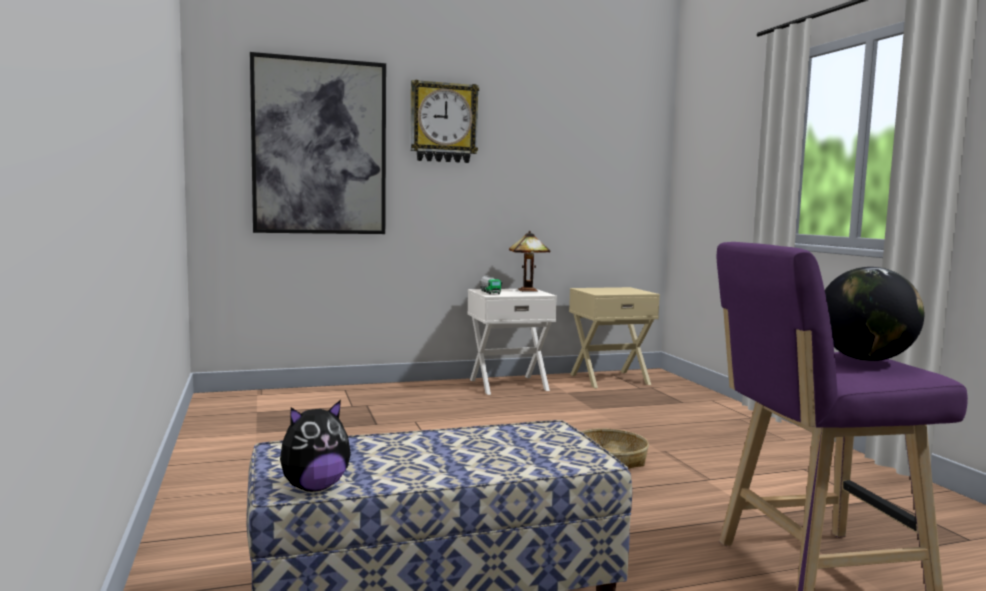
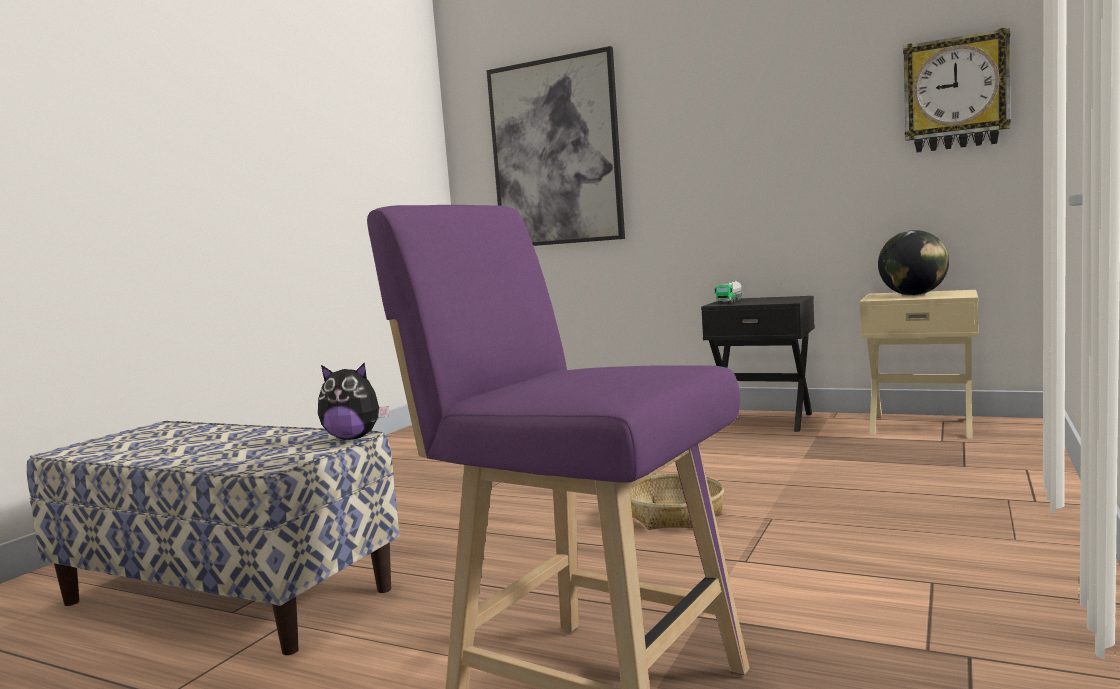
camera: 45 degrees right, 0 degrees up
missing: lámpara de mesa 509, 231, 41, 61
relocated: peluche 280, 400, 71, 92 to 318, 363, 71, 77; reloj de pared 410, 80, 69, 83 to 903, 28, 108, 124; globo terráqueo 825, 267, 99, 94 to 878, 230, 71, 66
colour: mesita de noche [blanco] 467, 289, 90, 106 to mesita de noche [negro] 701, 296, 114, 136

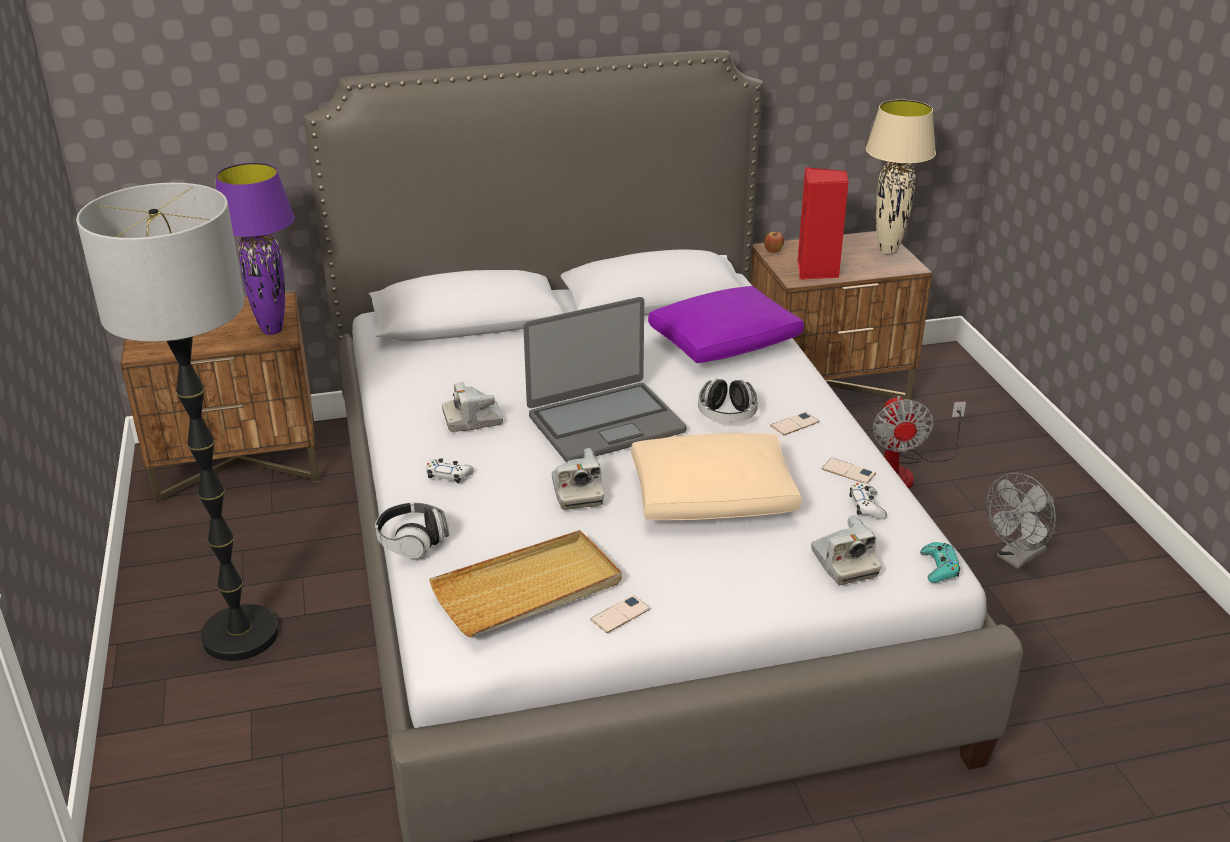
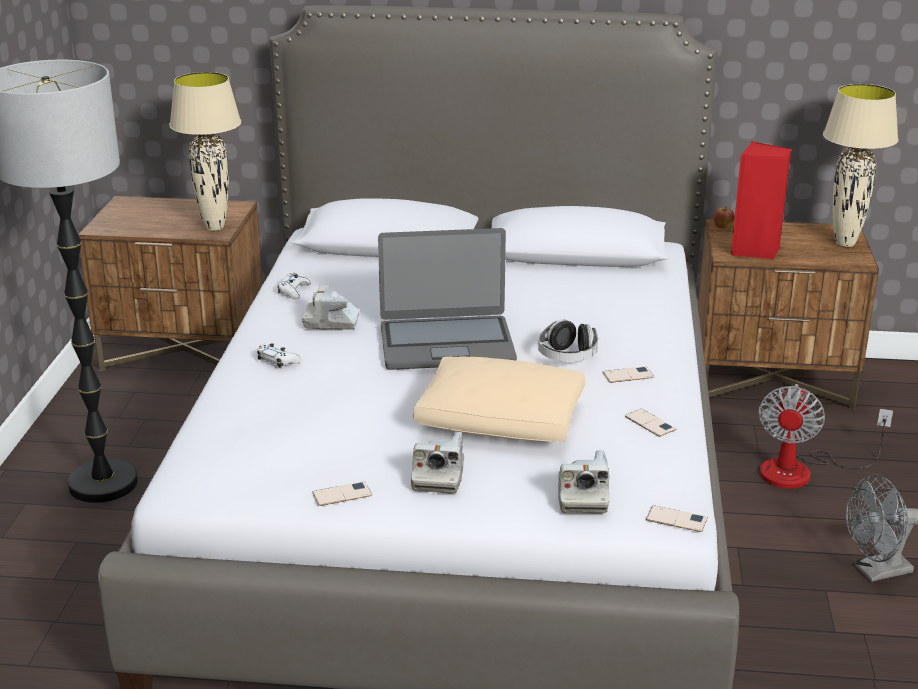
camera: 20 degrees right, 5 degrees down
missing: auriculares 375, 502, 74, 57; bandeja [beis] 429, 530, 193, 107; cojín [morado] 648, 286, 156, 77
relocated: cámara 552, 448, 52, 62 to 411, 432, 53, 61; mando de consola [blanco] 849, 483, 38, 36 to 278, 273, 33, 26
exchanged: mando de consola [turquesa] 920, 542, 40, 41 to móvil 646, 505, 62, 27
colour: lámpara de mesa [morado] 216, 163, 79, 172 to lámpara de mesa [beis] 169, 72, 72, 159

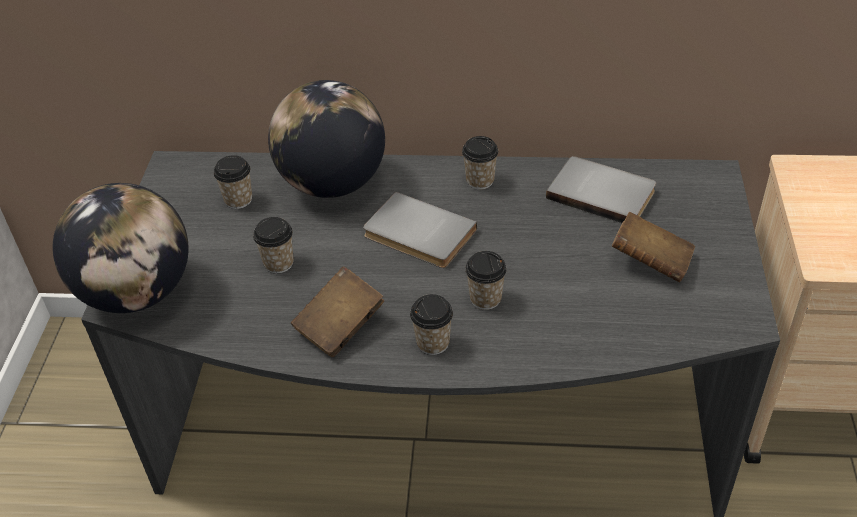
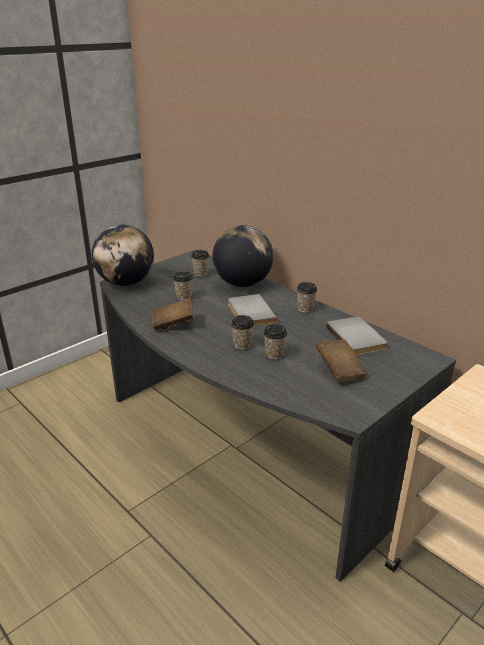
camera: 40 degrees right, 15 degrees down
relocated: taza 410, 294, 43, 61 to 263, 324, 24, 36

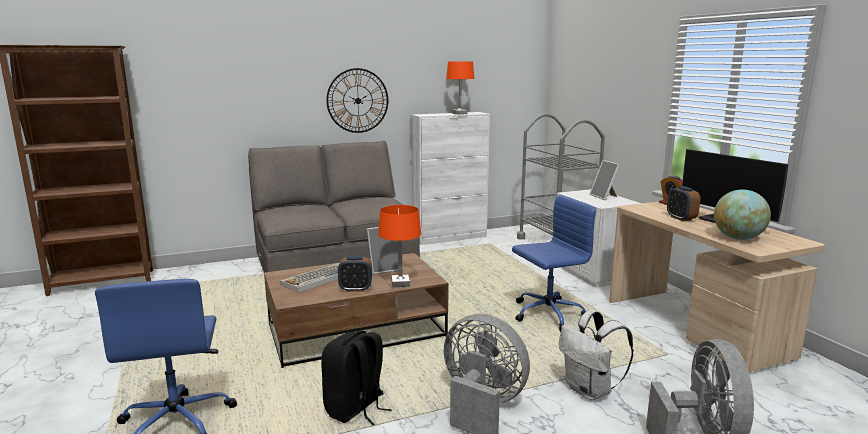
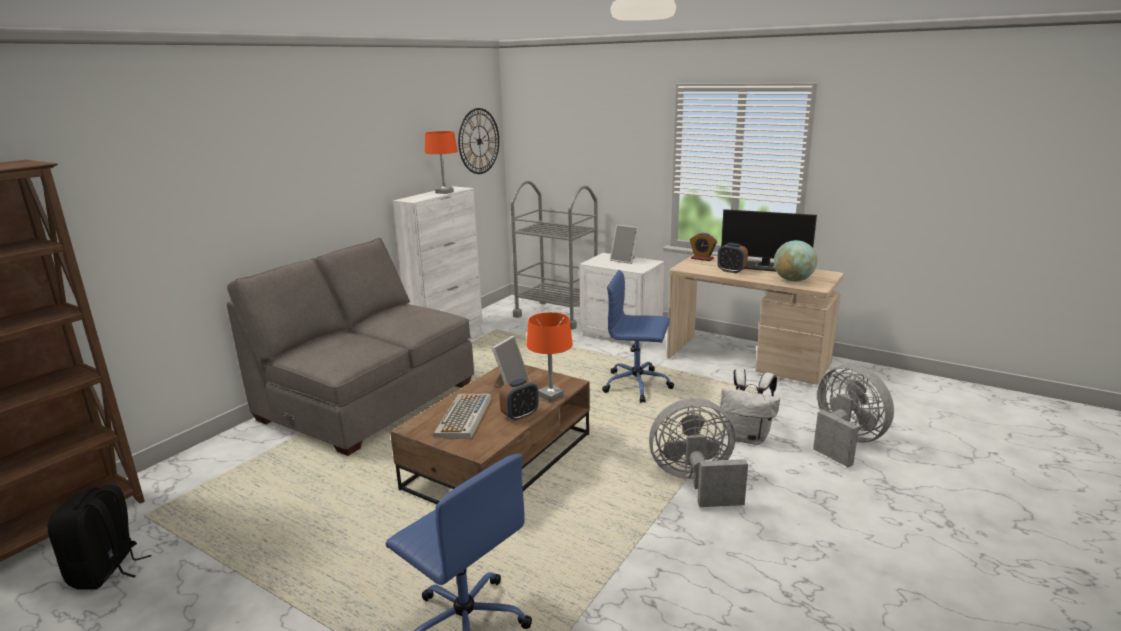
camera: 35 degrees left, 5 degrees up
relocated: mochila [negro] 321, 330, 71, 95 to 48, 485, 103, 105; reloj de pared 326, 68, 62, 65 to 458, 108, 41, 66
spun: silla de oficina [azul] 512, 195, 84, 137 = 602, 270, 72, 133 105 degrees counterclockwise

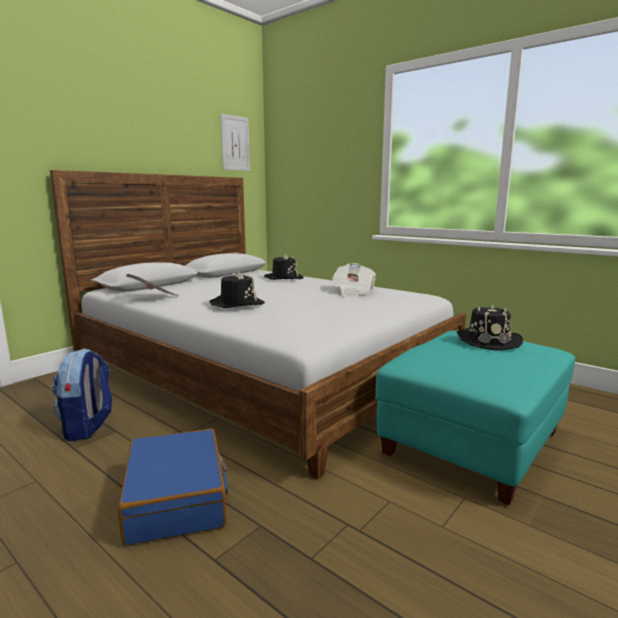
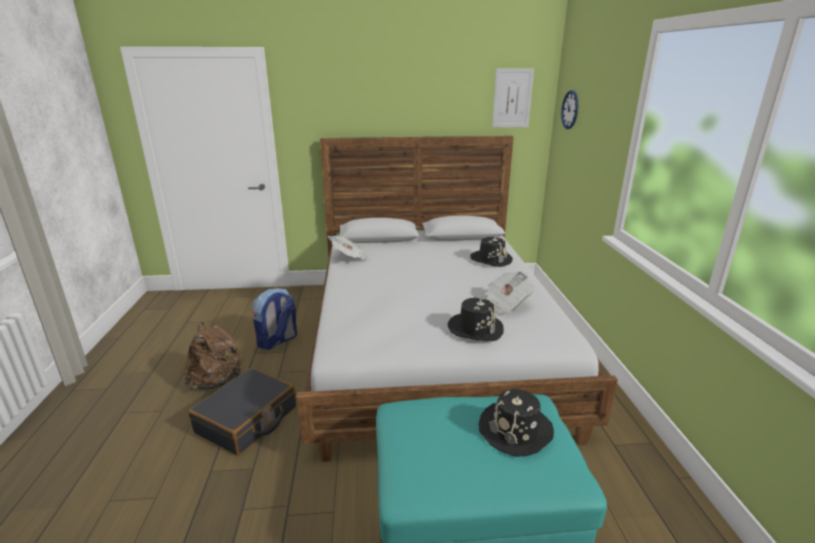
camera: 45 degrees right, 10 degrees up
appeared: mochila [marrón] 183, 322, 61, 68; reloj de pared 561, 90, 17, 39
relocated: sombrero [negro] 210, 271, 55, 37 to 448, 296, 56, 45
colour: maleta [azul] 118, 429, 110, 117 to maleta [negro] 188, 368, 108, 87

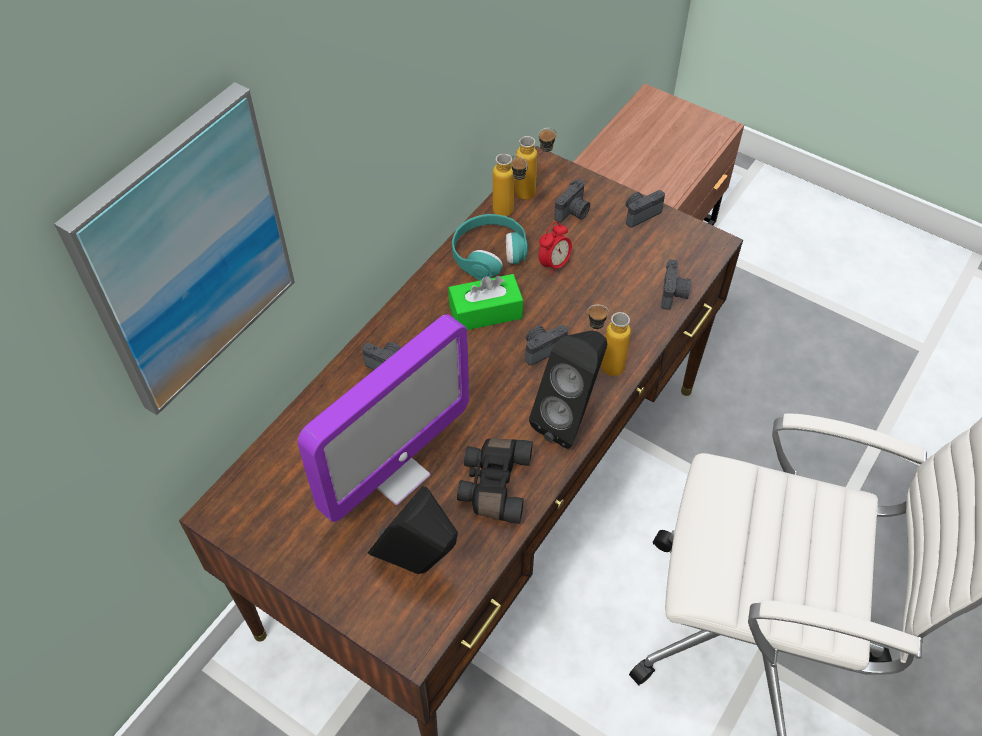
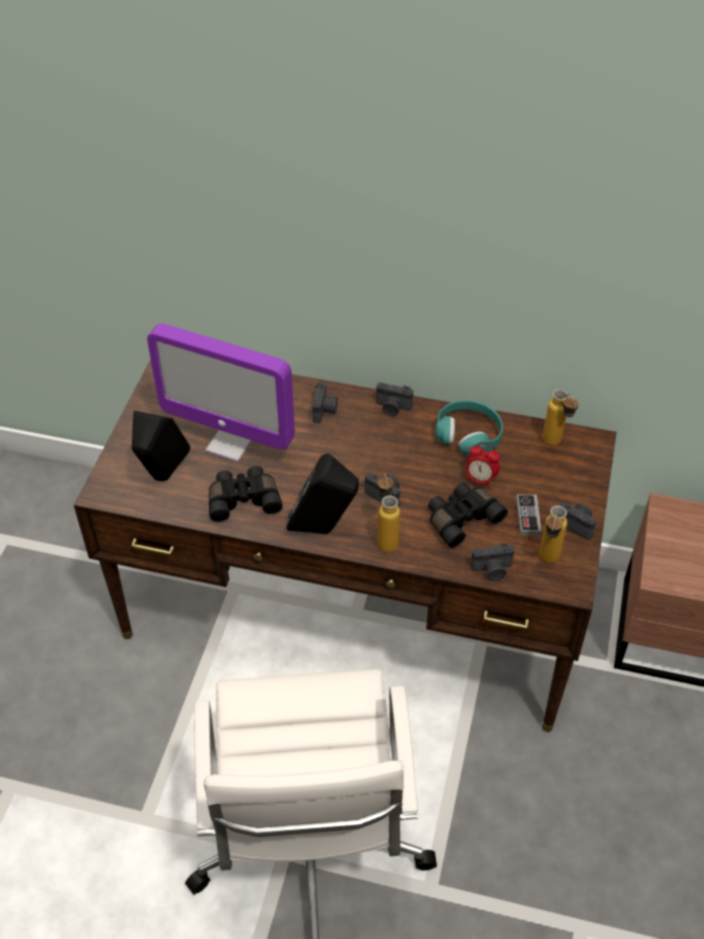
camera: 70 degrees right, 5 degrees down
missing: cuadro 54, 82, 241, 333; caja de pañuelos [verde] 448, 274, 75, 56
appeared: prismáticos [negro] 428, 482, 80, 66; mando de consola 516, 494, 26, 41
relocated: botella 493, 153, 35, 64 to 539, 506, 28, 57; cámara 554, 179, 36, 44 to 376, 382, 37, 34

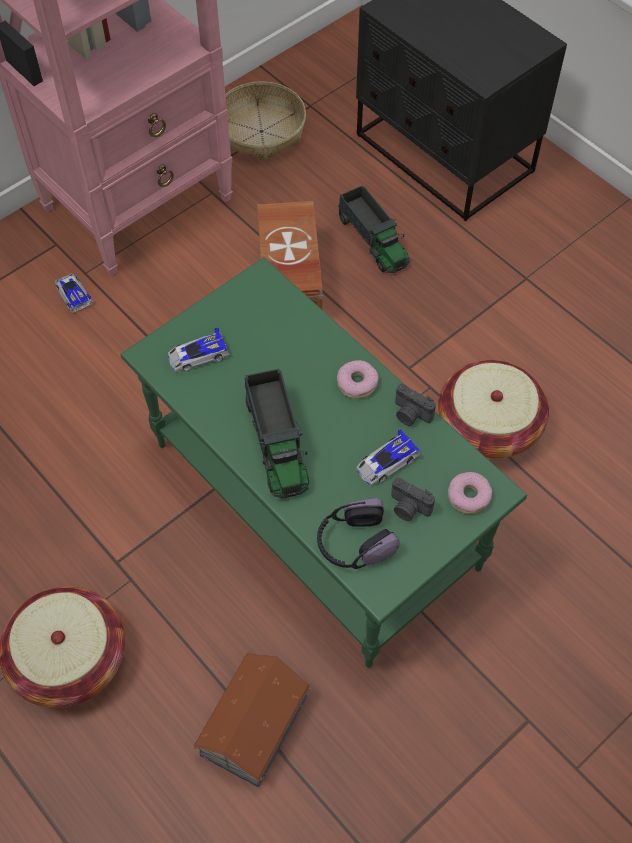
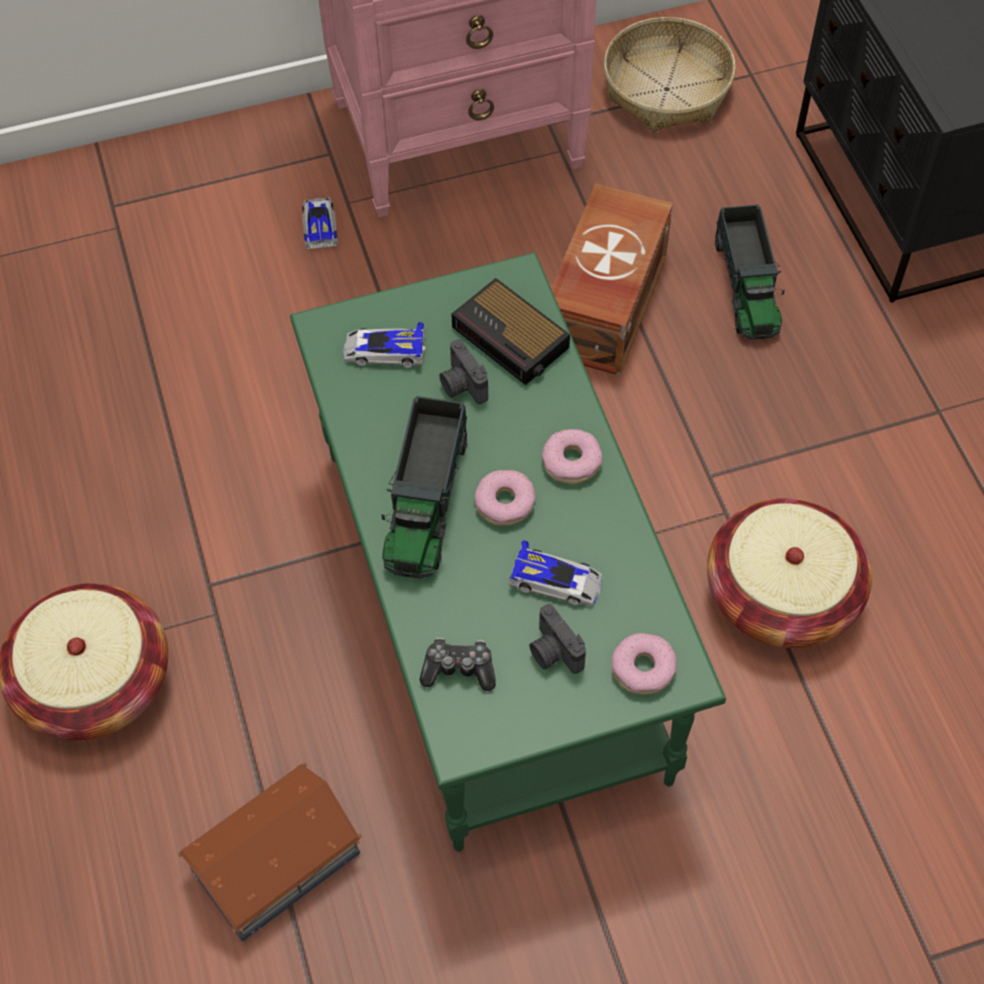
camera: 25 degrees right, 0 degrees up
appeared: despertador 451, 278, 119, 107; rosquilla 475, 470, 60, 56
relocated: cámara 395, 383, 41, 43 to 439, 339, 49, 65
exchanged: auriculares 317, 498, 83, 71 to mando de consola 420, 637, 76, 54
spun: coche de juguete 357, 429, 63, 57 = 508, 540, 94, 66 150 degrees counterclockwise

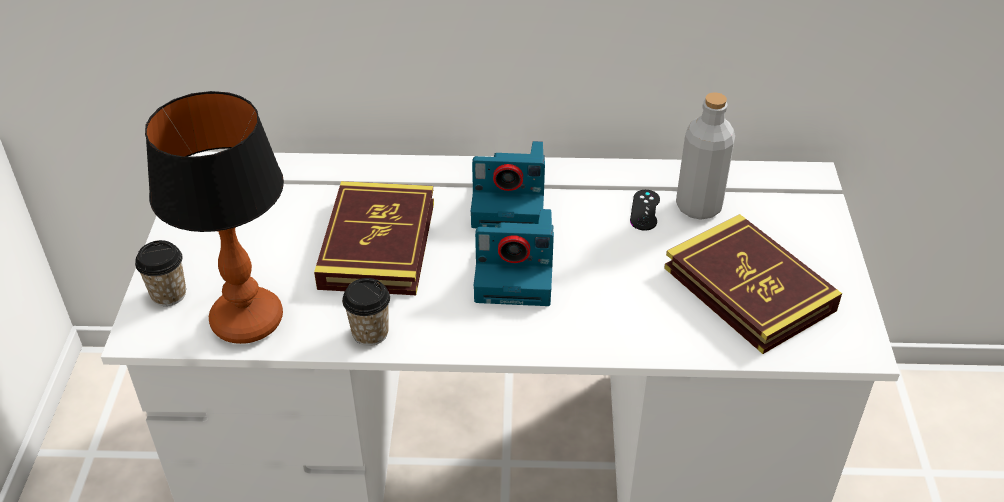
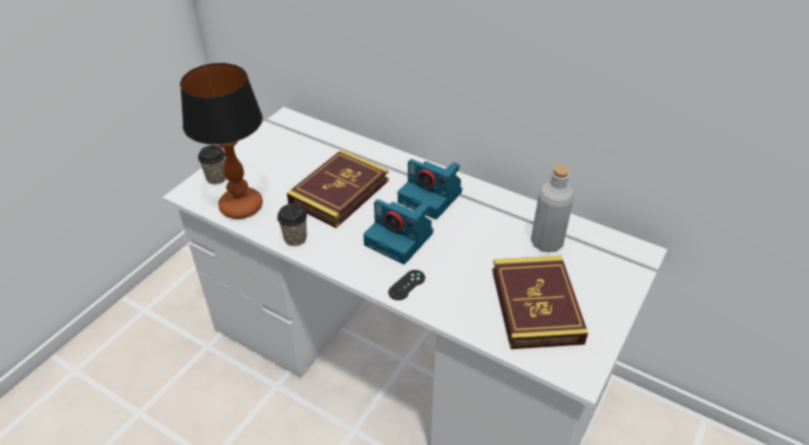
camera: 30 degrees right, 0 degrees up
relocated: mando de consola [negro] 630, 190, 30, 41 to 388, 270, 37, 30

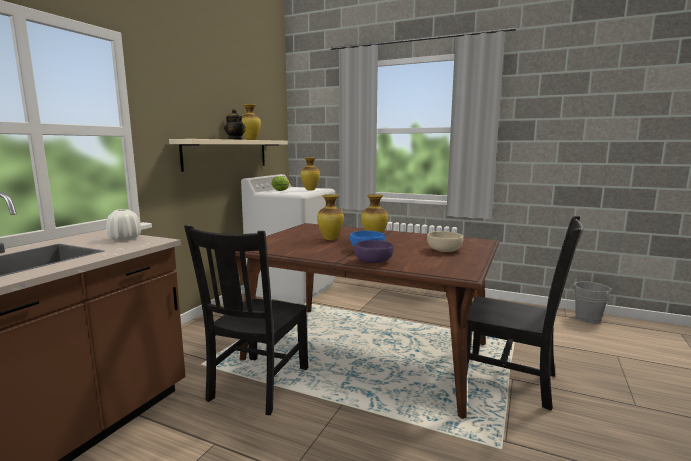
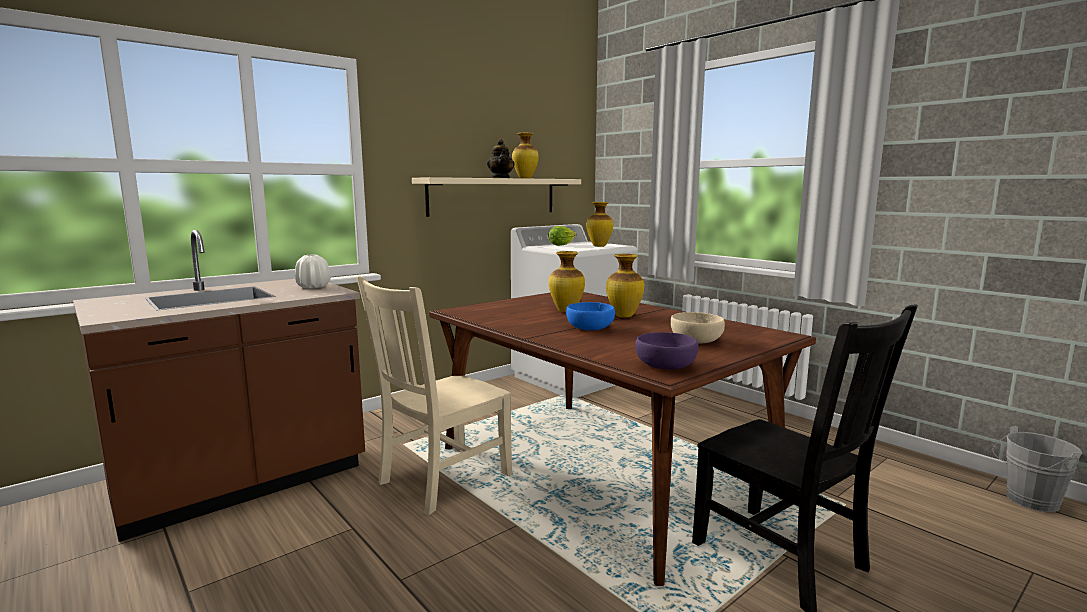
camera: 25 degrees right, 0 degrees up
relocated: cuenco [morado] 354, 240, 39, 23 to 635, 332, 63, 37
colour: silla [negro] 184, 225, 124, 190 to silla [beis] 356, 276, 156, 239

